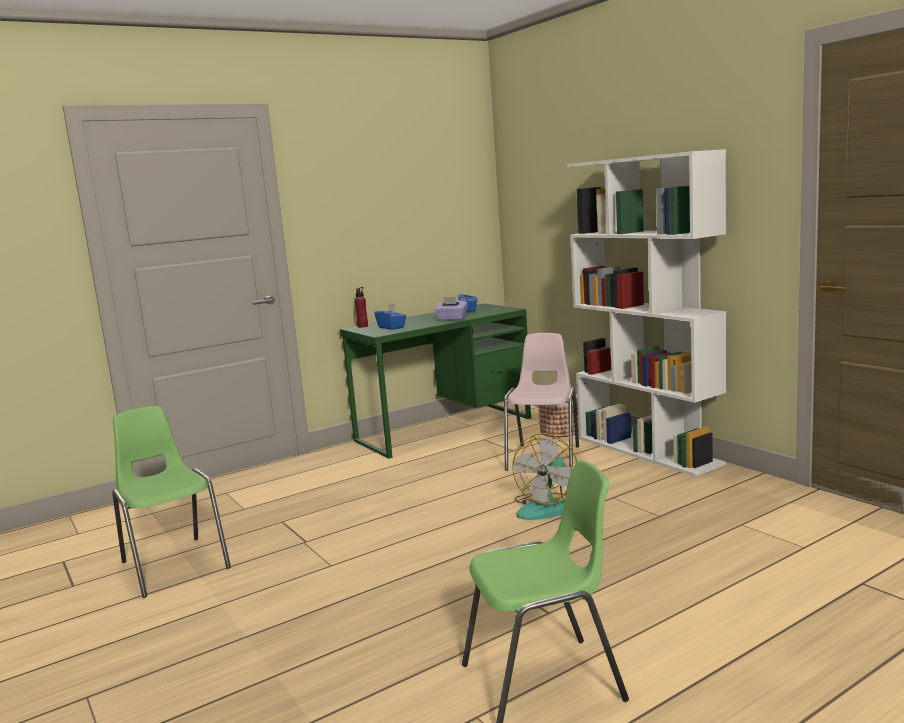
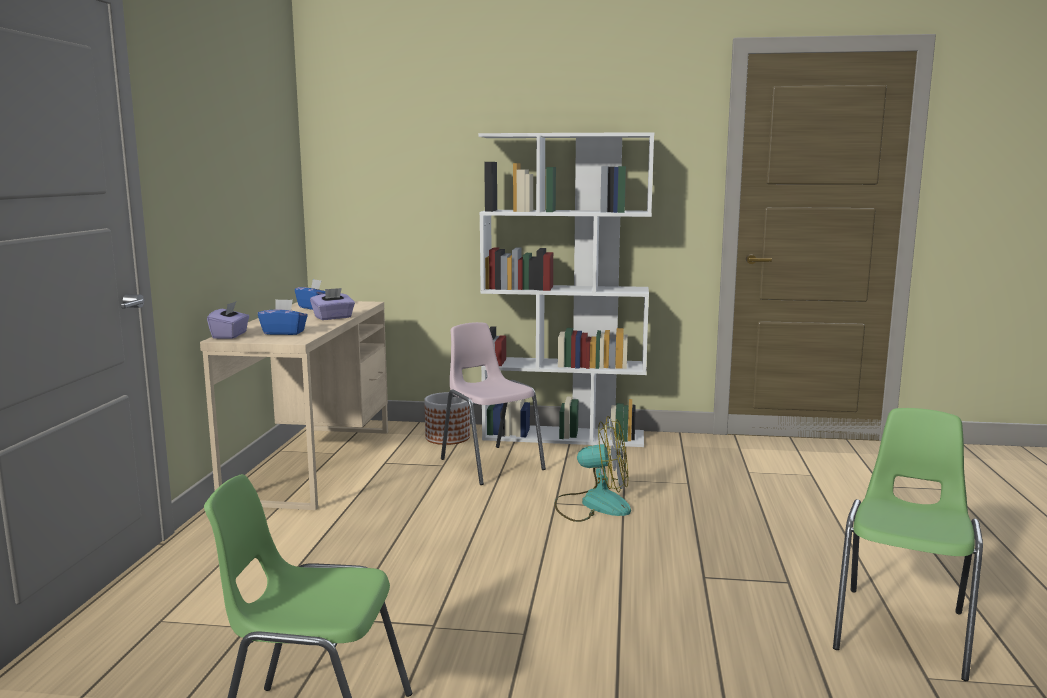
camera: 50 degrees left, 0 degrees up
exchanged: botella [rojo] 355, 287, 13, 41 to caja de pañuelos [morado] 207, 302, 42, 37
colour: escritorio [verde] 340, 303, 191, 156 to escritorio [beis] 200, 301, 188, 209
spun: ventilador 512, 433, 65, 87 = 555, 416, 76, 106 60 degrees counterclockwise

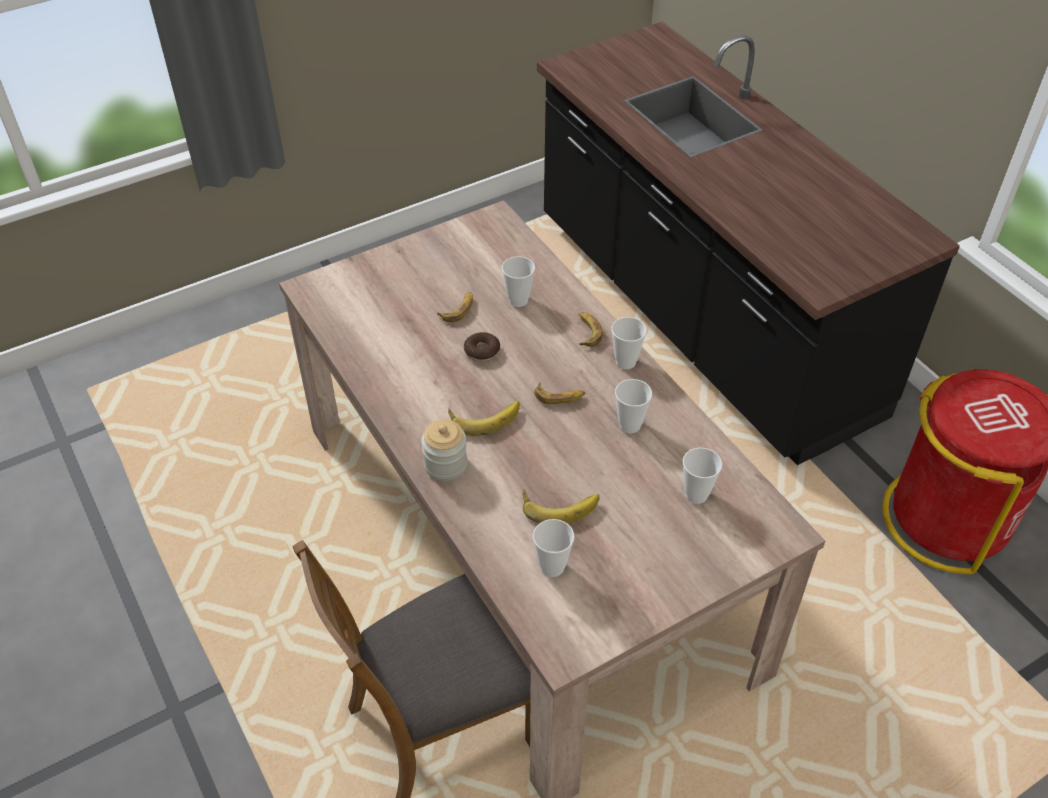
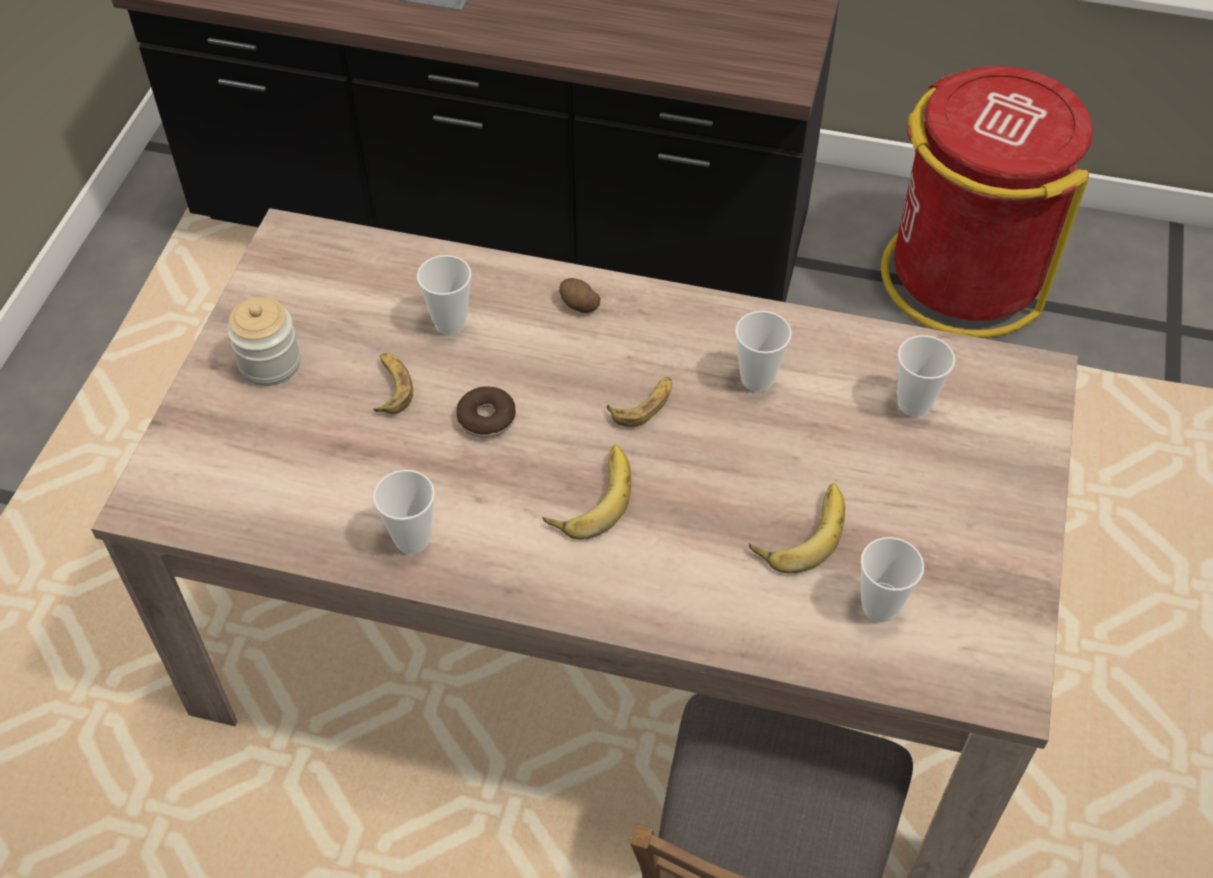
camera: 45 degrees left, 5 degrees up
relocated: tarro 421, 420, 46, 61 to 227, 297, 74, 89; taza 611, 317, 36, 52 to 373, 470, 62, 84
exchanged: plátano 579, 312, 24, 35 to patata 559, 278, 41, 35

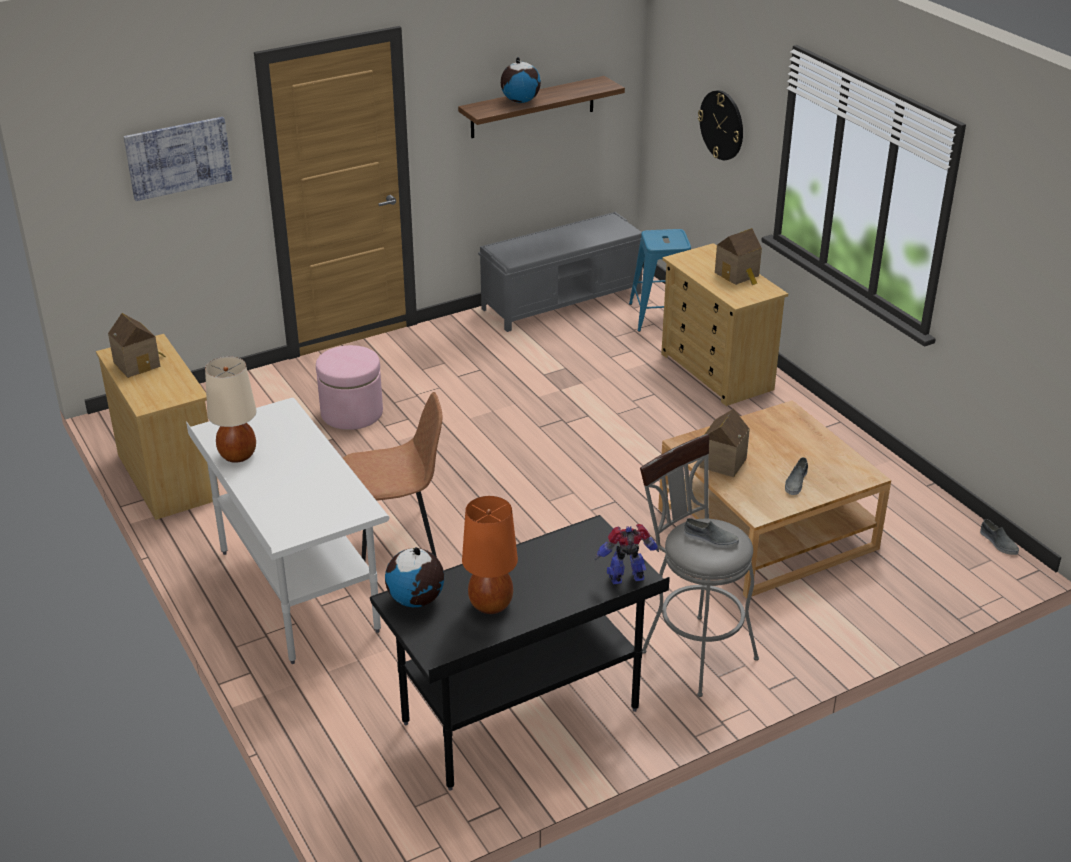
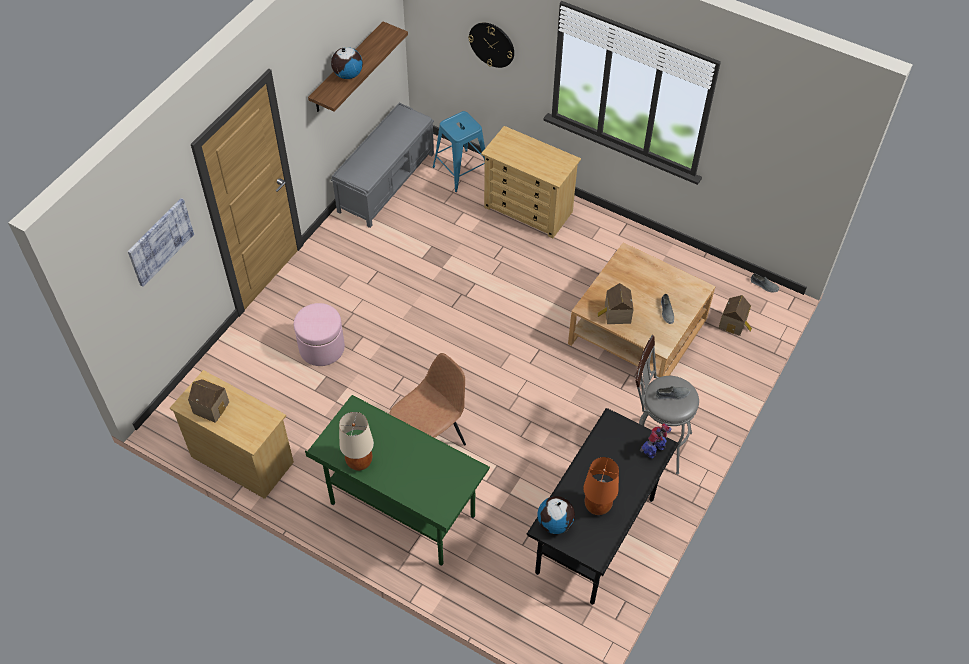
camera: 30 degrees left, 20 degrees up
relocated: casita 715, 228, 47, 57 to 719, 295, 33, 41
colour: escritorio [blanco] 186, 398, 204, 266 to escritorio [verde] 305, 395, 185, 171

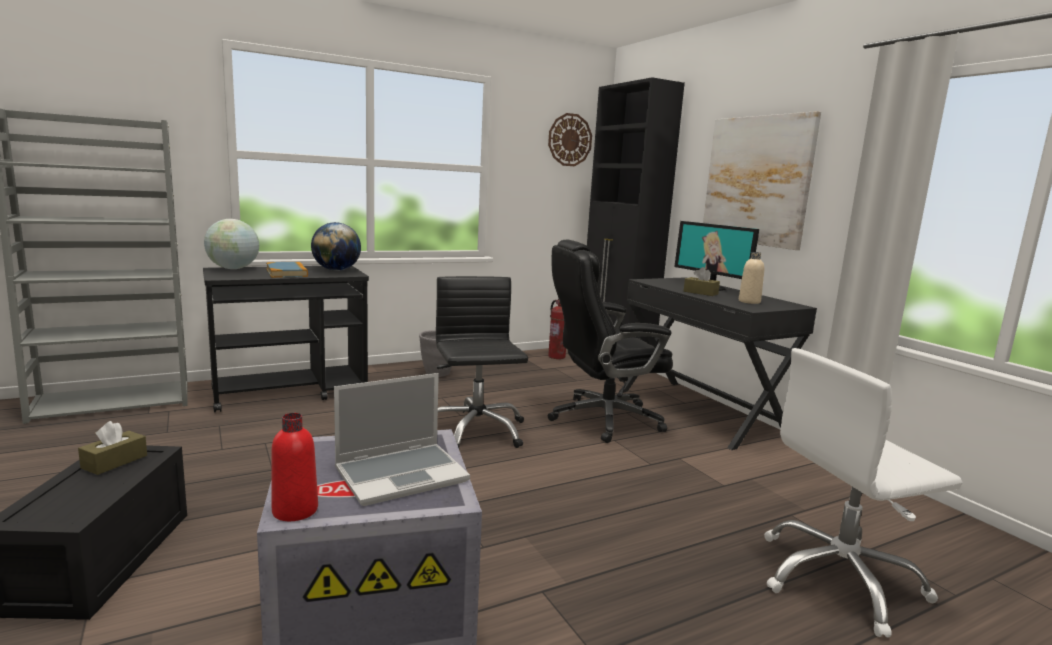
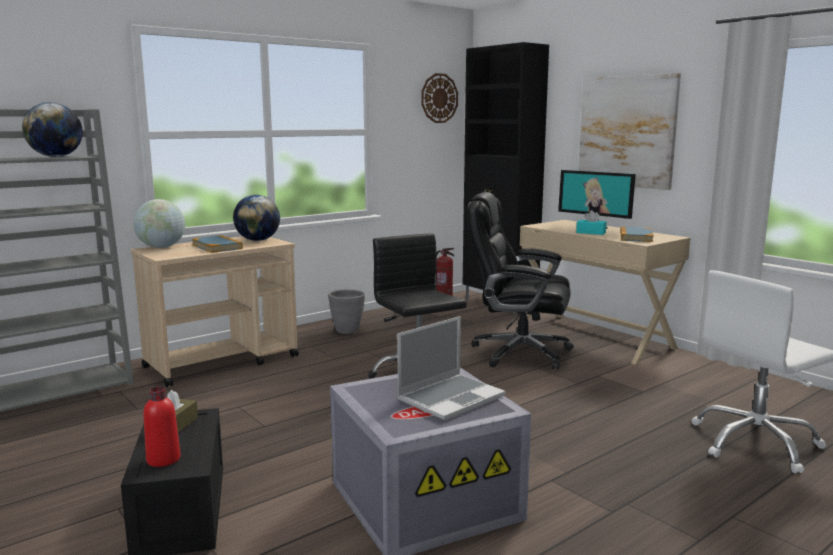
camera: 10 degrees left, 0 degrees up
appeared: globo terráqueo 22, 102, 61, 55
relocated: botella [rojo] 271, 413, 47, 108 to 143, 387, 38, 80
exchanged: botella [beis] 739, 252, 25, 52 to libro 620, 227, 34, 15
colour: carrito [negro] 203, 266, 166, 146 to carrito [beis] 131, 236, 168, 151; escritorio [negro] 622, 277, 195, 173 to escritorio [beis] 520, 220, 170, 145; caja de pañuelos [marrón] 684, 267, 36, 29 to caja de pañuelos [turquesa] 576, 210, 31, 25
spun: silla de oficina [negro] 548, 240, 125, 203 = 467, 192, 107, 177 45 degrees clockwise

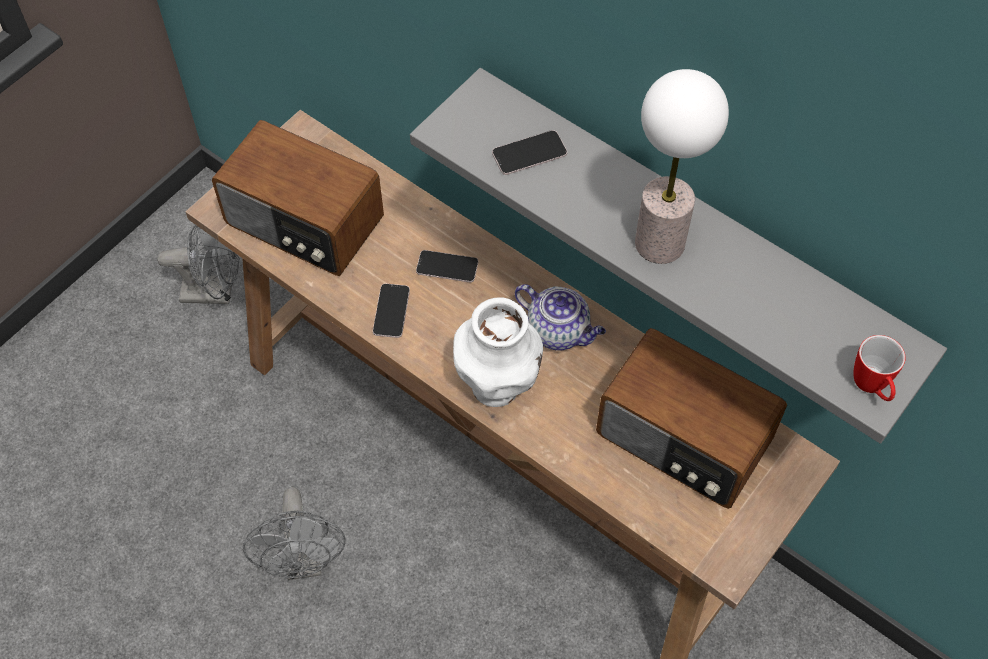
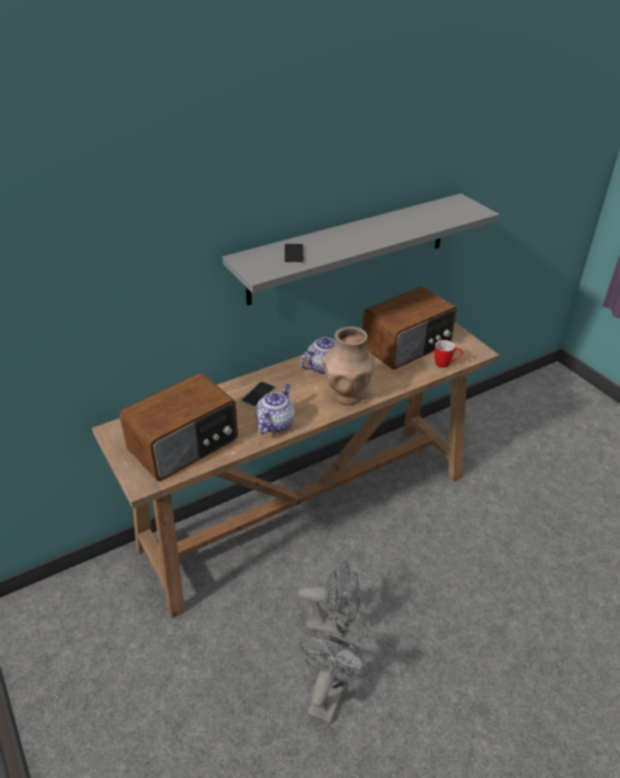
camera: 70 degrees left, 20 degrees down
missing: lámpara de mesa 635, 69, 94, 195
relocated: ventilador [gris] 157, 225, 82, 79 to 299, 632, 70, 92; taza grande 853, 335, 53, 66 to 435, 340, 28, 28
exchanged: móvil 373, 284, 37, 54 to tetera 255, 384, 40, 50
colour: florero [blanco] 453, 297, 90, 110 to florero [marrón] 322, 326, 53, 79

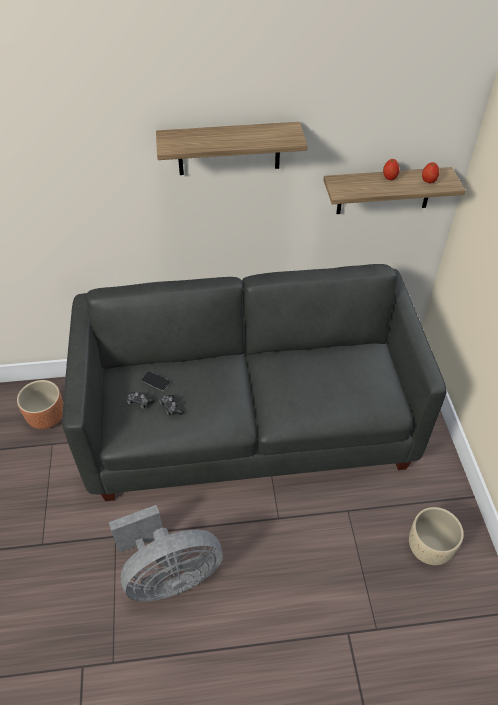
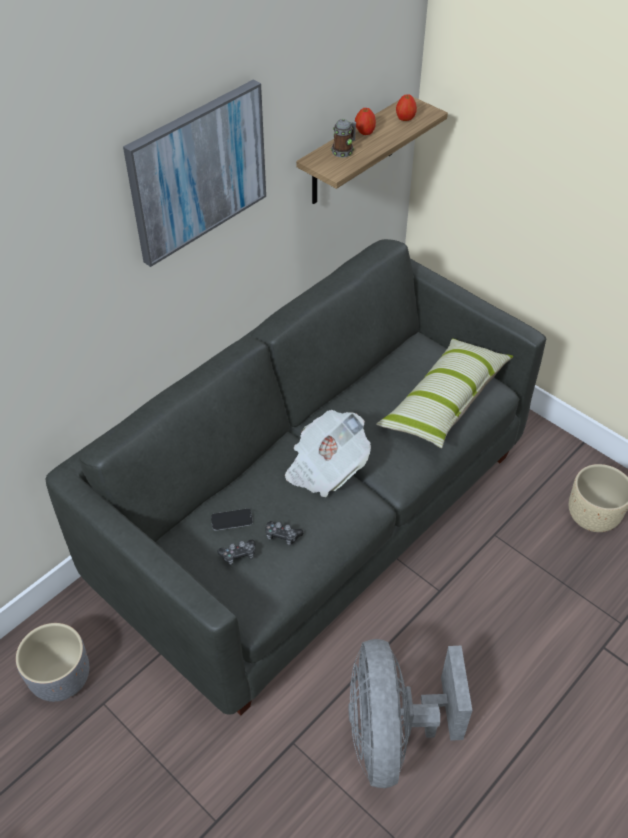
camera: 40 degrees left, 0 degrees up
appeared: periódico 285, 410, 86, 87; taza grande 331, 119, 25, 38; cojín 376, 338, 137, 110
exchanged: estante 156, 122, 152, 53 to cuadro 123, 80, 143, 187
colour: maceta [marrón] 17, 380, 46, 49 to maceta [gris] 16, 623, 73, 79
spun: ventilador [gris] 109, 505, 114, 97 = 348, 639, 124, 149 150 degrees clockwise

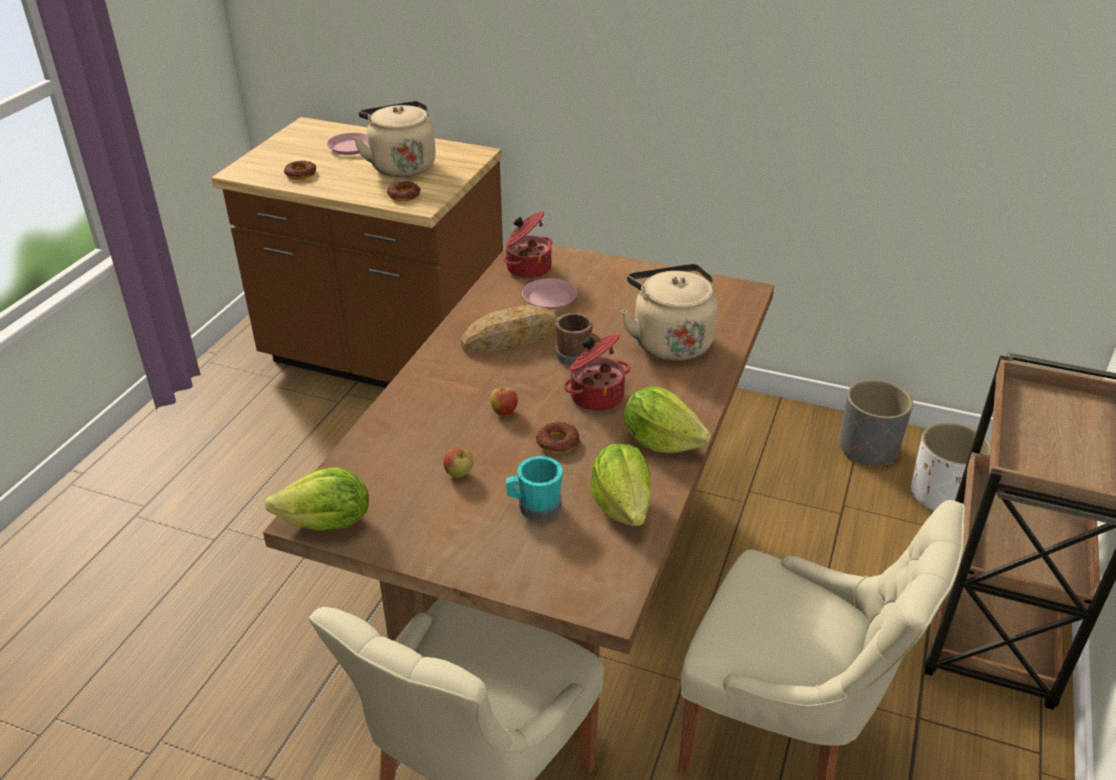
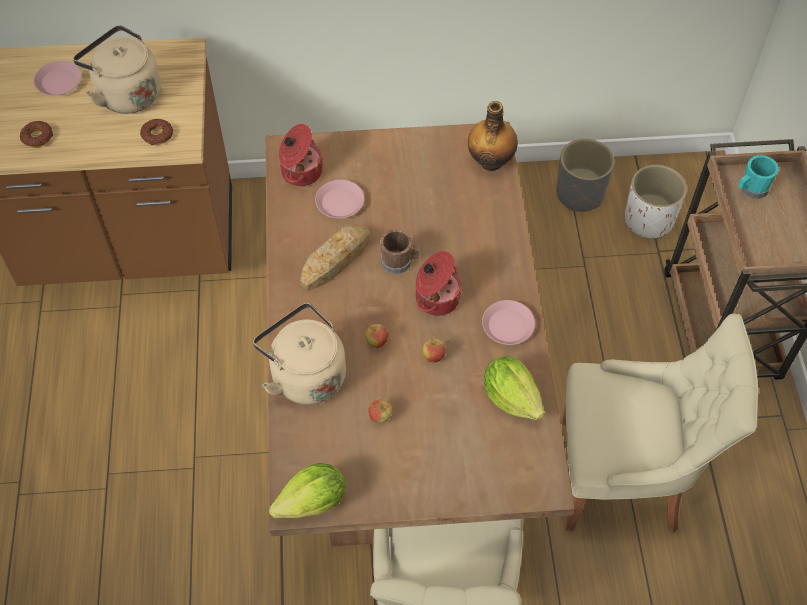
camera: 25 degrees left, 20 degrees up
appeared: botella 468, 101, 50, 70
relocated: taza grande [turquesa] 506, 456, 57, 65 to 738, 155, 41, 44; hervidor [beis] 621, 264, 97, 97 to 253, 303, 93, 102
exchanged: rosquilla 536, 422, 44, 31 to manzana 423, 336, 23, 27; lechuga 624, 386, 87, 67 to plato [rosa] 482, 300, 53, 45

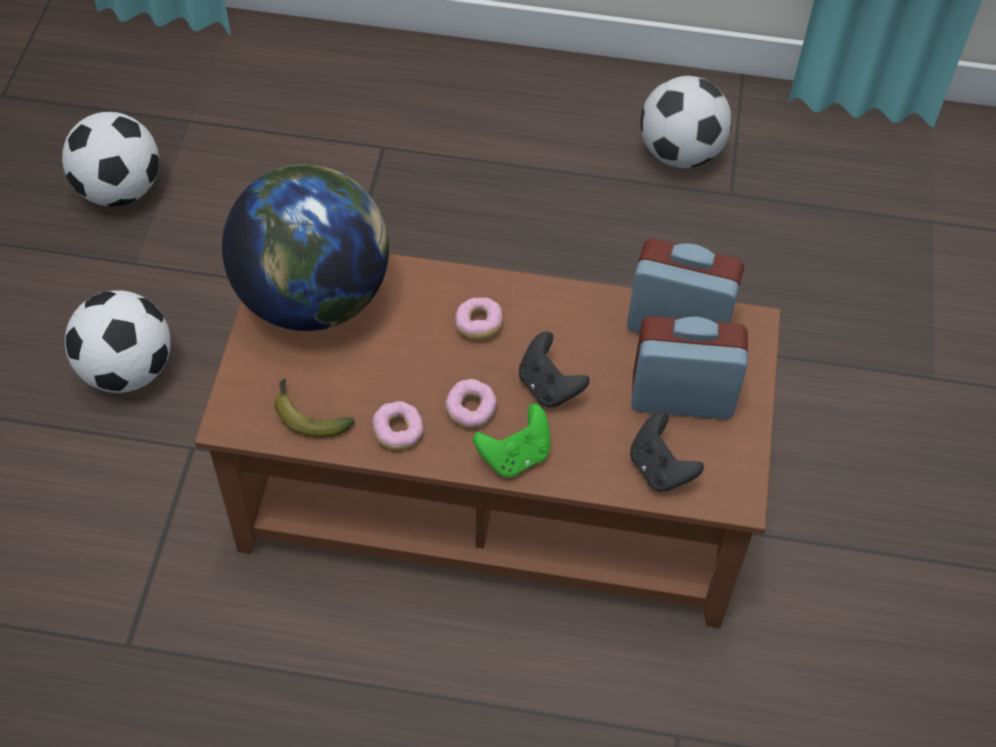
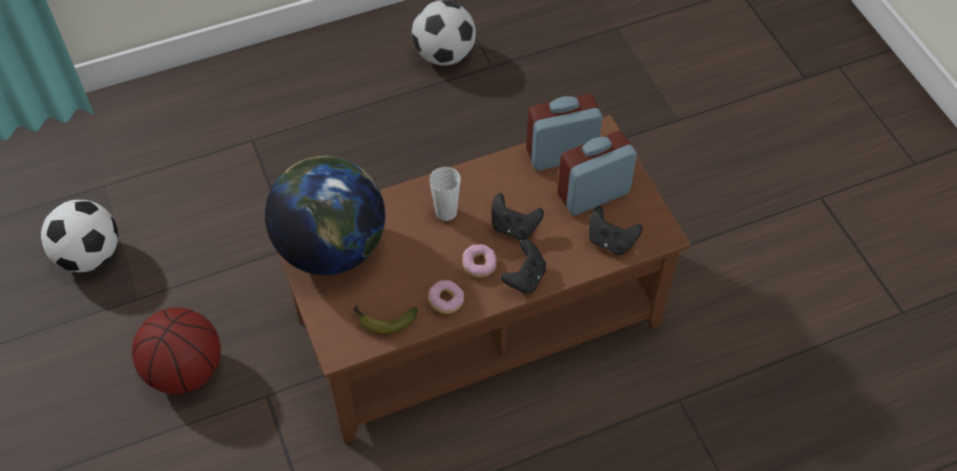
camera: 30 degrees left, 0 degrees up
exchanged: balón de fútbol 65, 290, 106, 103 to balón de baloncesto 132, 307, 89, 87; rosquilla 455, 298, 48, 42 to taza 429, 167, 32, 54
colour: mando de consola [verde] 473, 404, 77, 73 to mando de consola [negro] 501, 239, 45, 54

